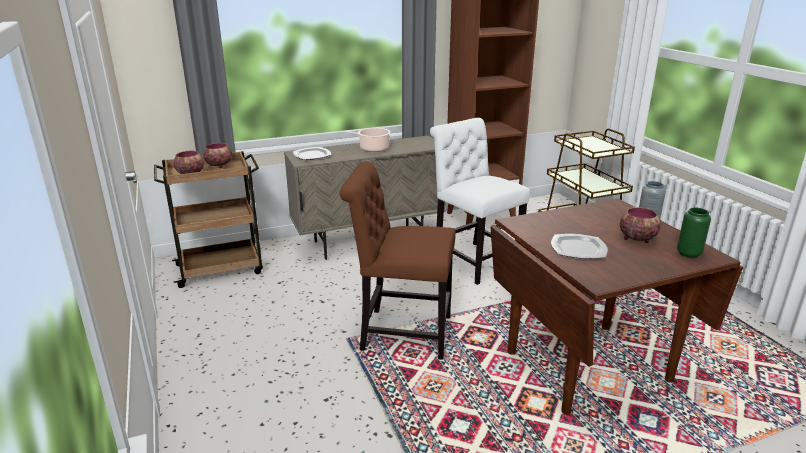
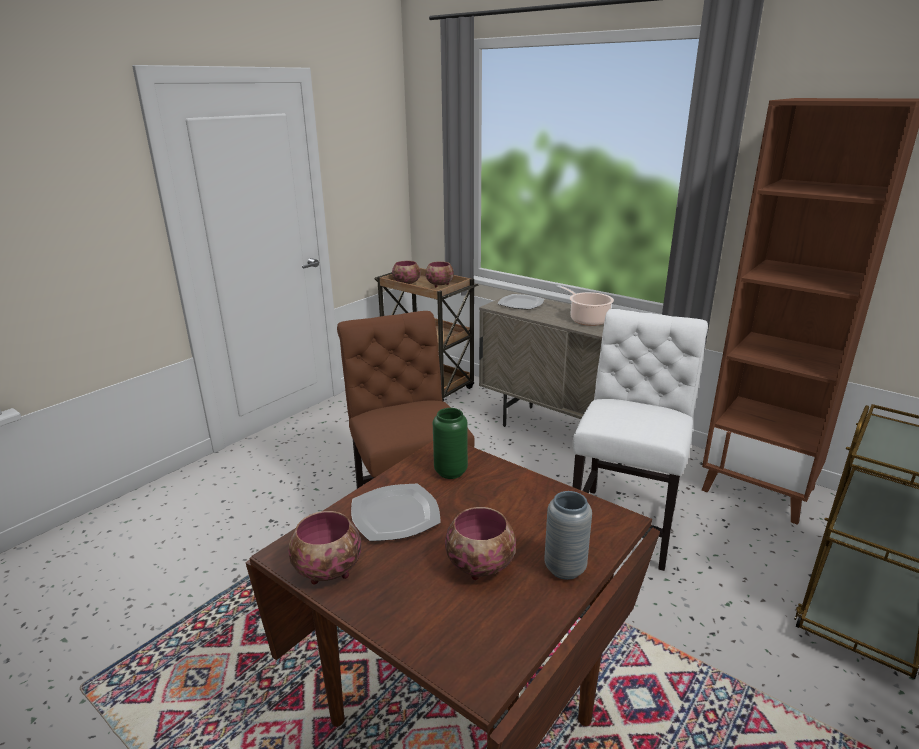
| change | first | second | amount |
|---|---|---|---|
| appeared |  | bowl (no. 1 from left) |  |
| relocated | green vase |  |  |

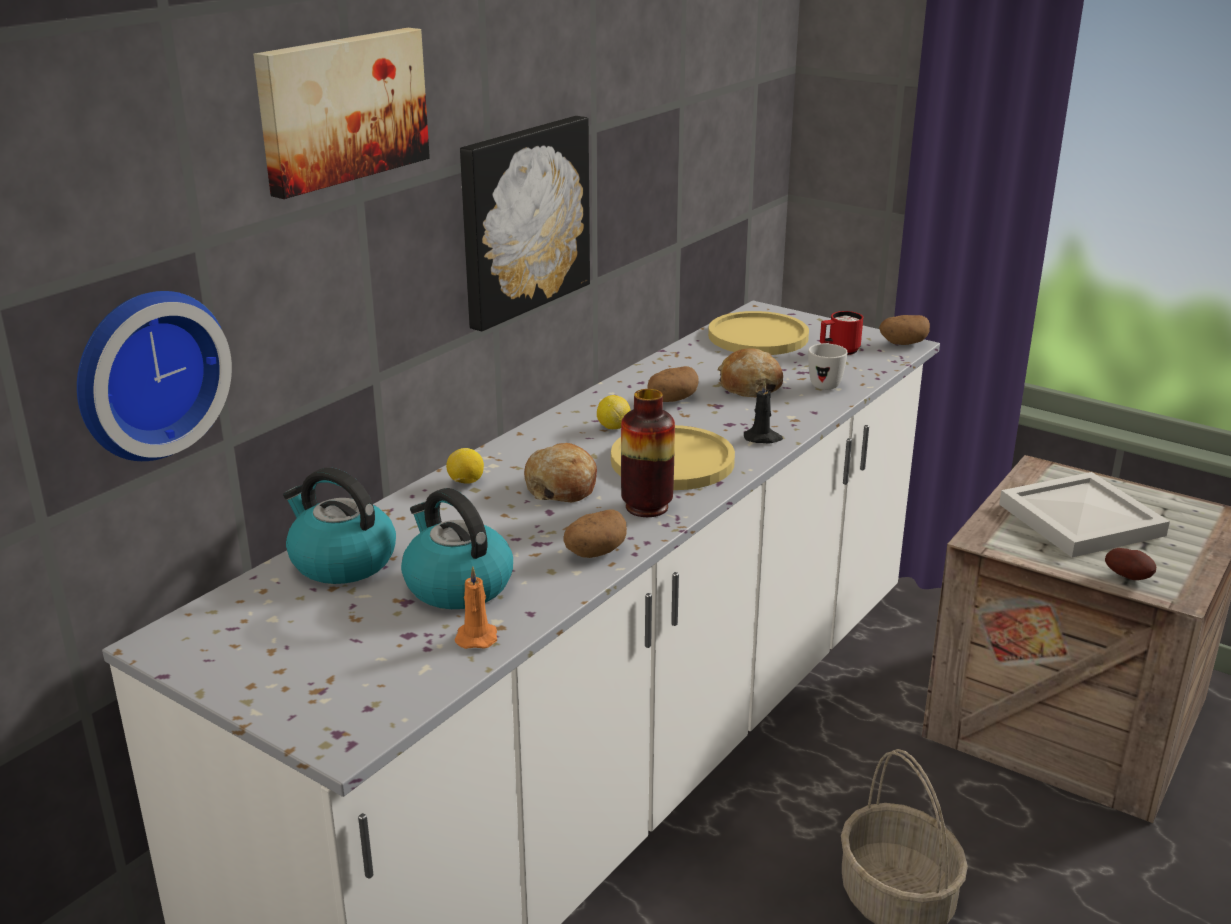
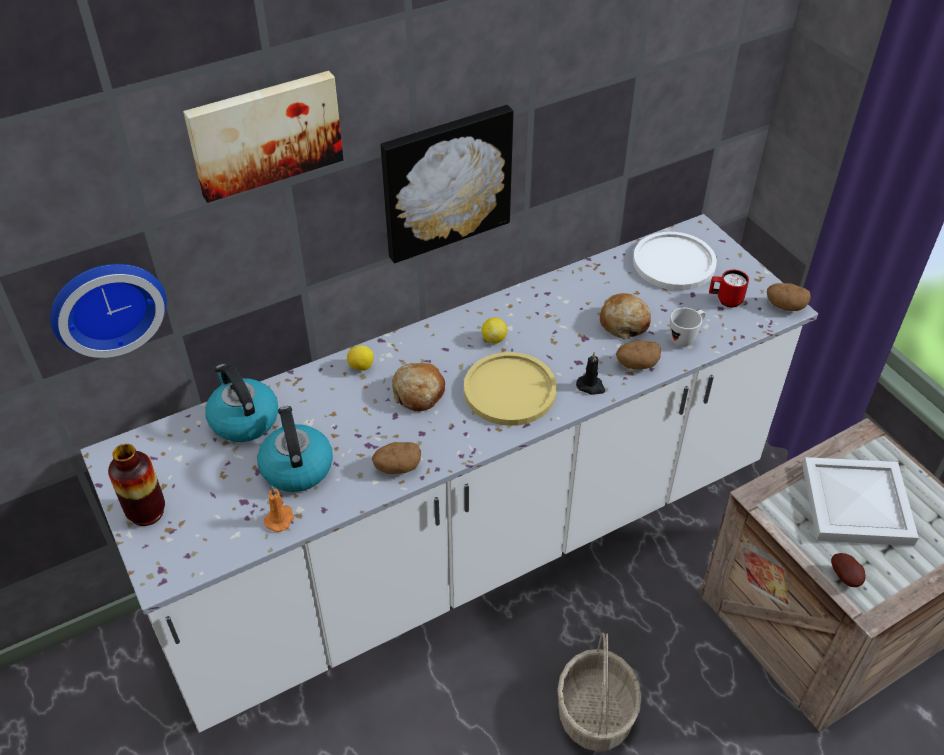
| change | first | second | amount |
|---|---|---|---|
| relocated | vase |  |  |
| relocated | potato (no. 2 from left) |  |  |
| colour | yellow plate (no. 2 from left) | white plate |  |

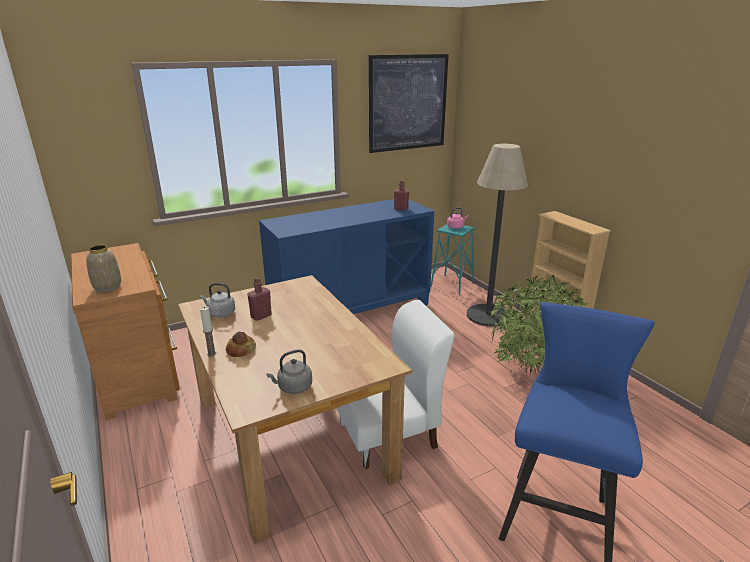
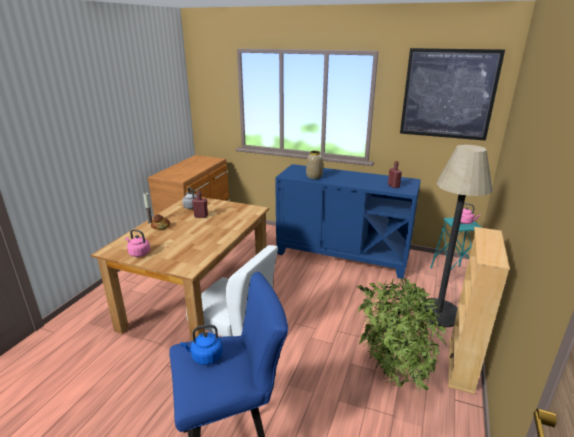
| change | first | second | amount |
|---|---|---|---|
| appeared |  | blue kettle |  |
| relocated | vase |  |  |
| colour | grey kettle (no. 2 from left) | pink kettle (no. 1 from left) |  |

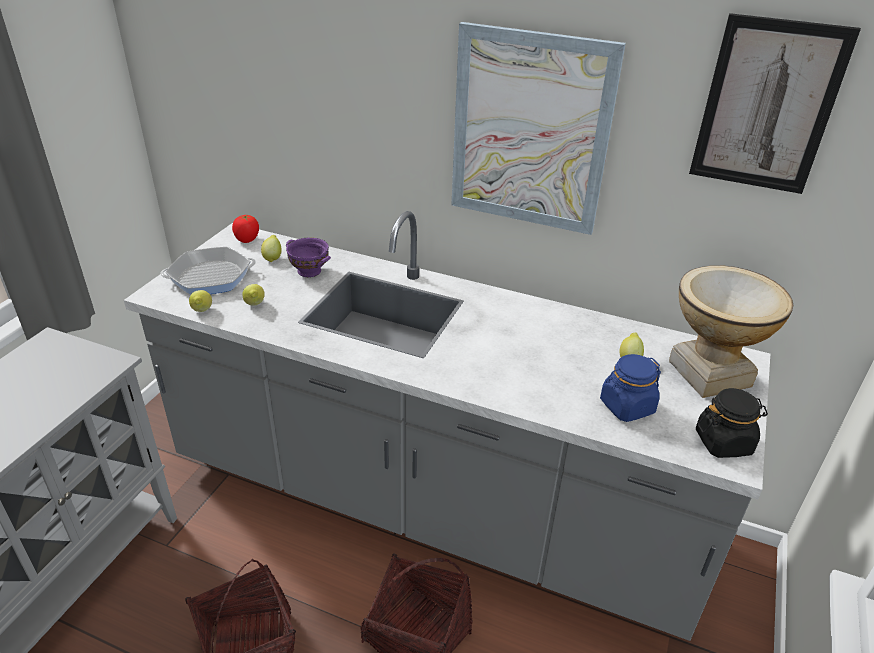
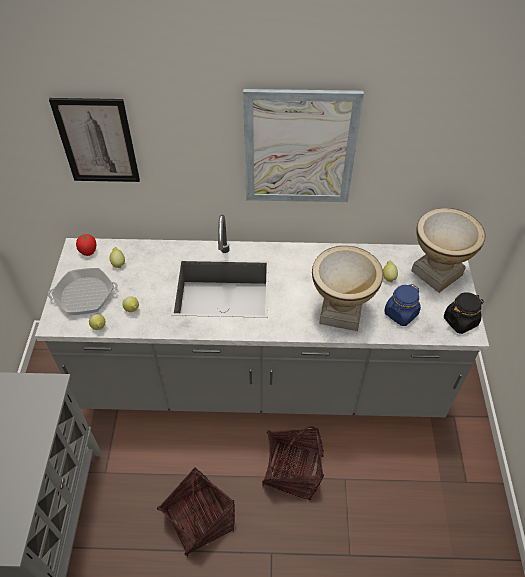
| change | first | second | amount |
|---|---|---|---|
| missing | purple bowl |  |  |
| appeared |  | vase (no. 1 from left) |  |
| relocated | picture (no. 2 from left in the first image) | picture (no. 1 from left) |  |
| spun | frying pan |  | 150 degrees counterclockwise |

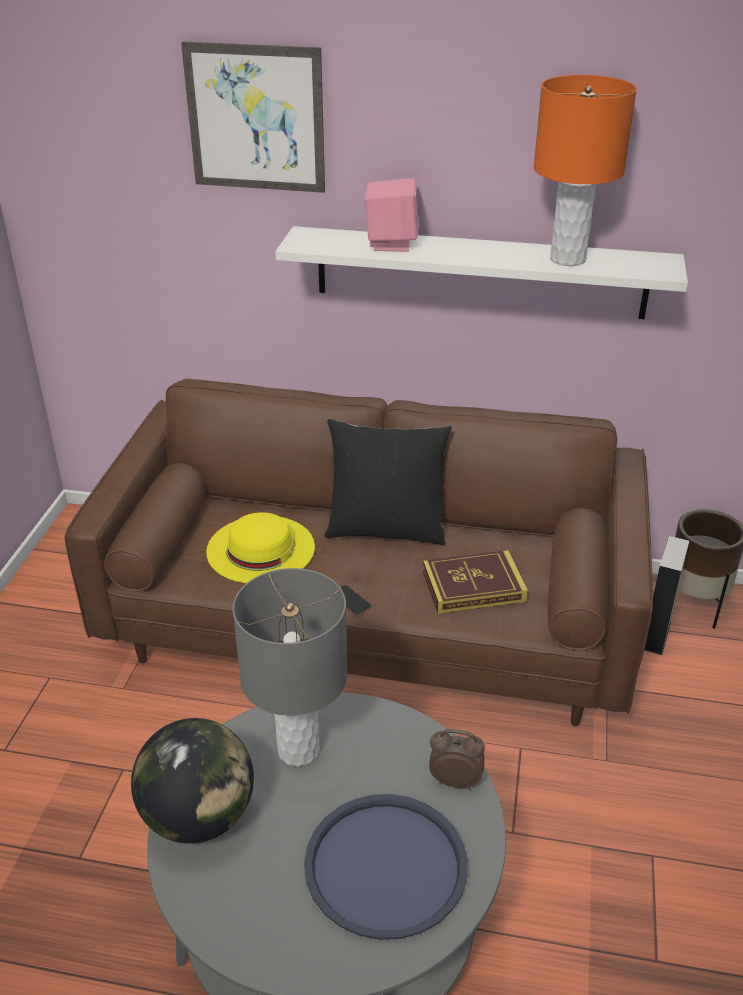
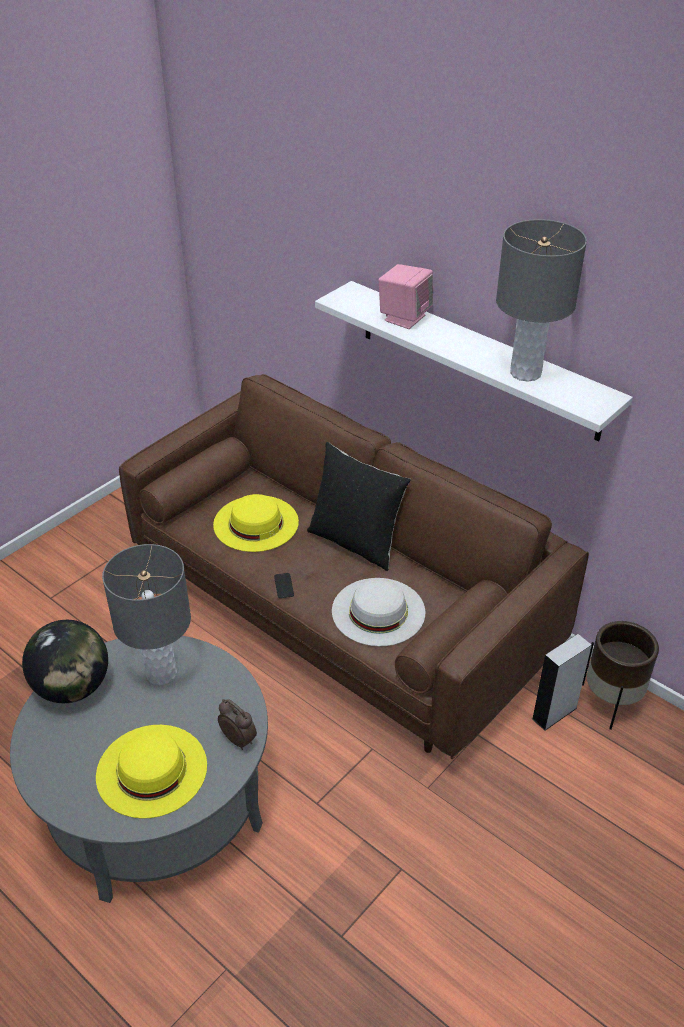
| change | first | second | amount |
|---|---|---|---|
| missing | picture |  |  |
| exchanged | blue tray | yellow hat (no. 1 from left) |  |
| exchanged | book | white hat |  |
| colour | orange table lamp | grey table lamp (no. 2 from left) |  |

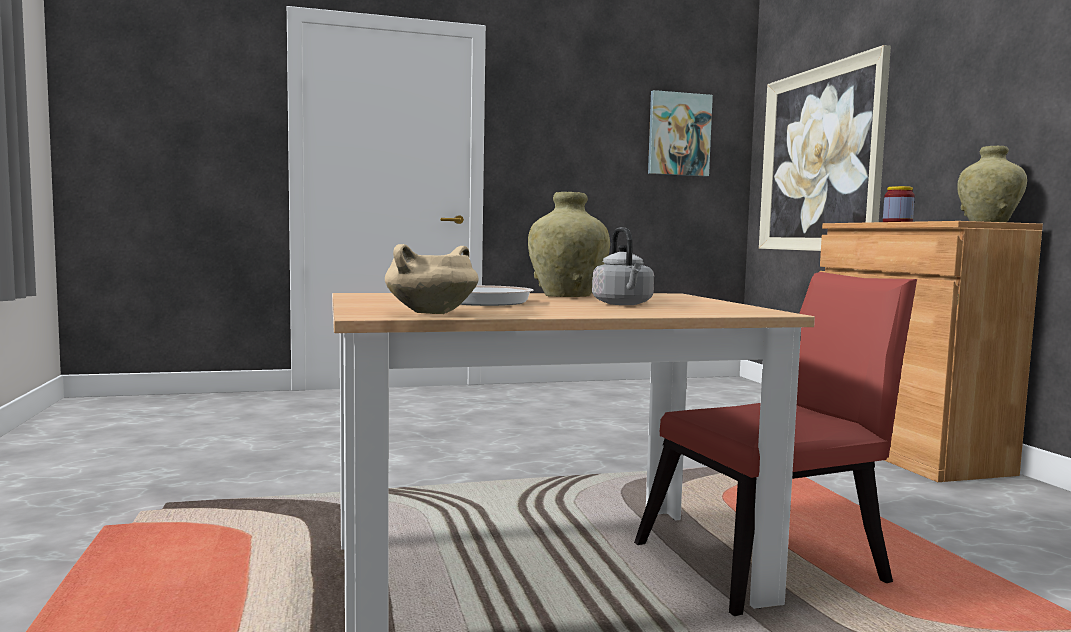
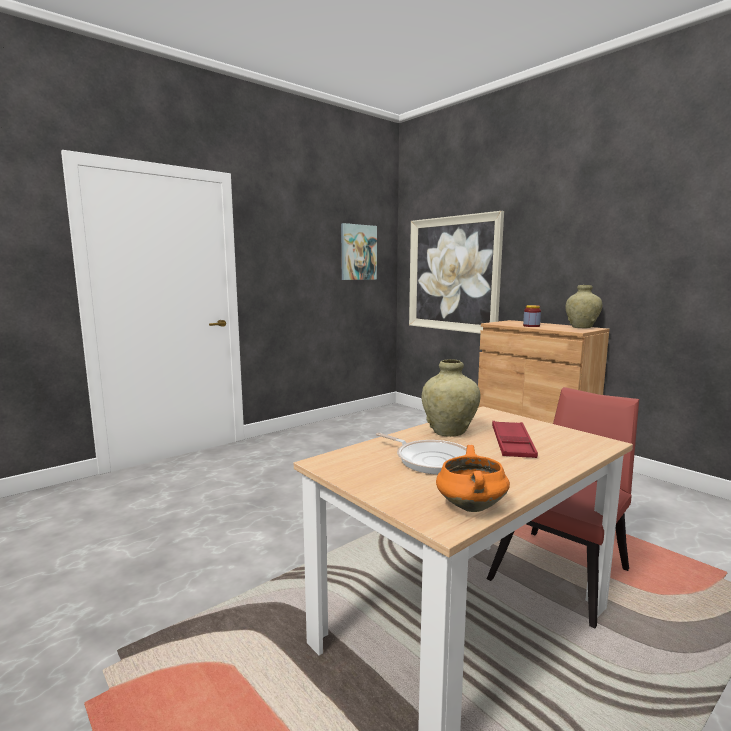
| change | first | second | amount |
|---|---|---|---|
| exchanged | grey kettle | red tray |  |
| colour | beige cooking pot | orange cooking pot |  |

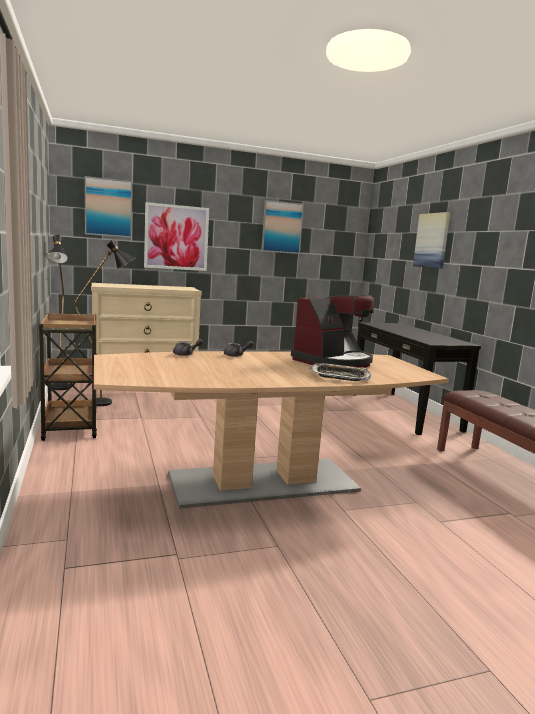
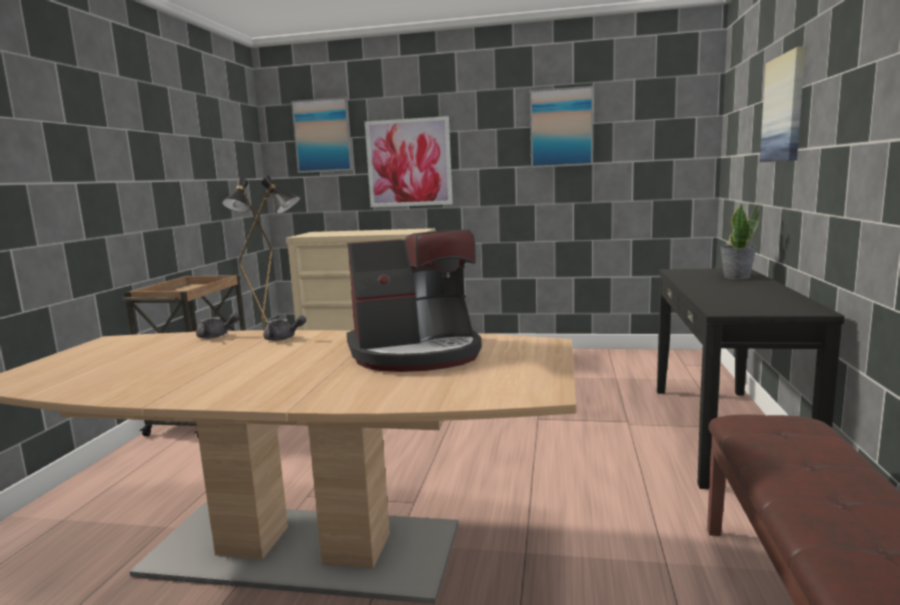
| change | first | second | amount |
|---|---|---|---|
| missing | tray |  |  |
| appeared |  | potted plant |  |

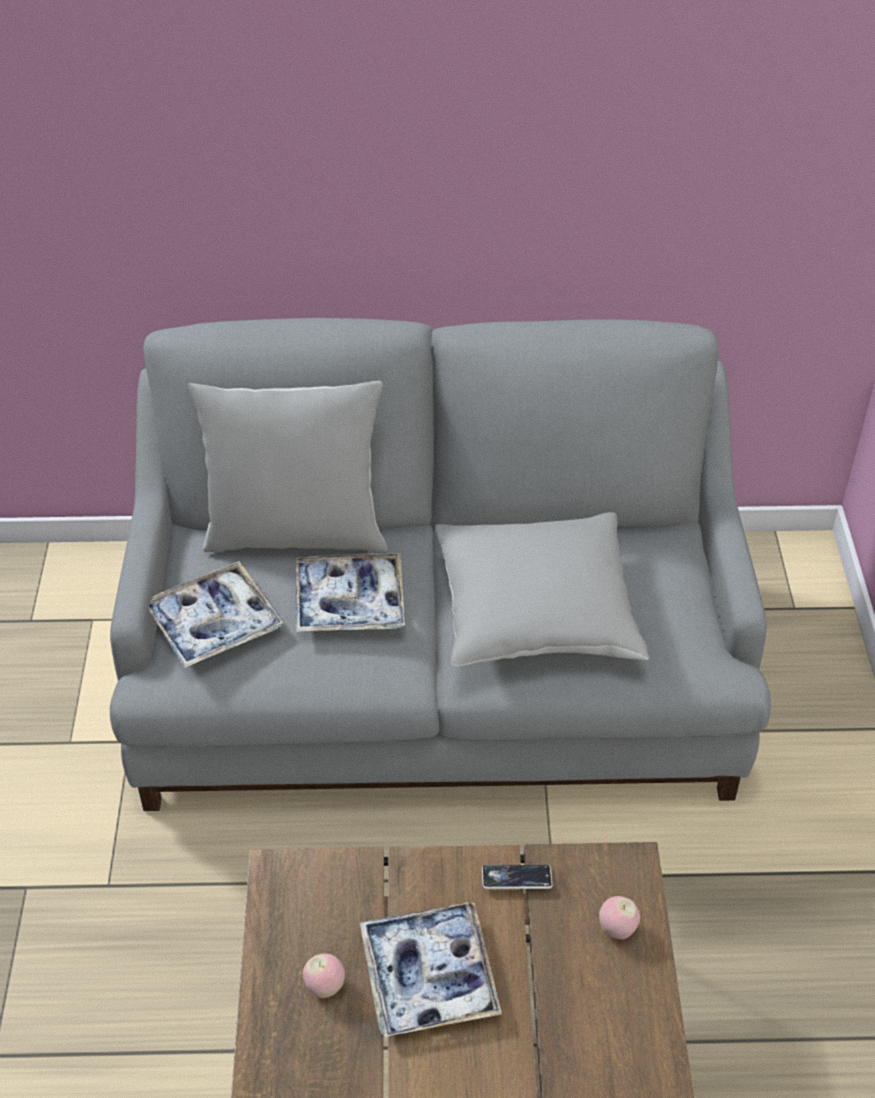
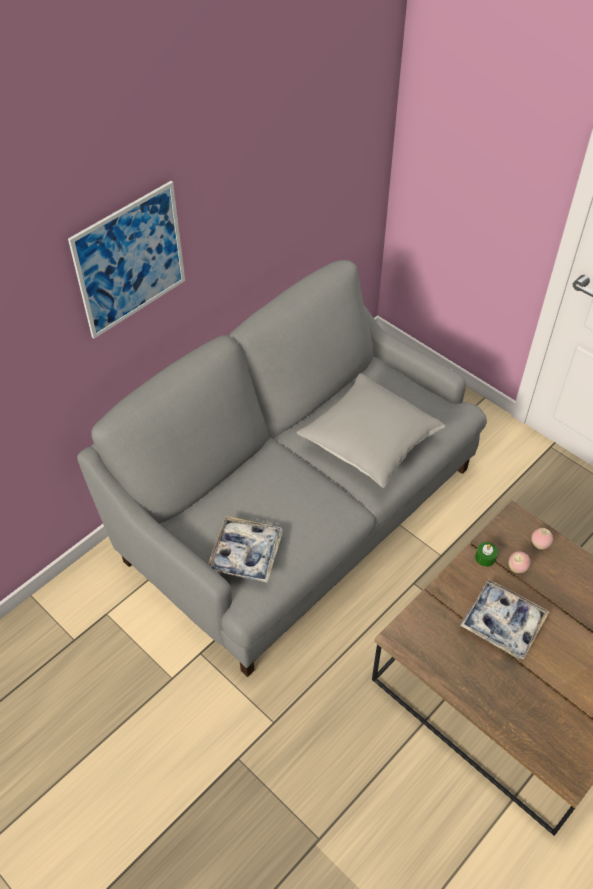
| change | first | second | amount |
|---|---|---|---|
| missing | grey pillow (no. 1 from left) |  |  |
| missing | tray (no. 2 from left) |  |  |
| appeared |  | picture |  |
| relocated | apple (no. 1 from left) |  |  |
| exchanged | phone | green candle |  |

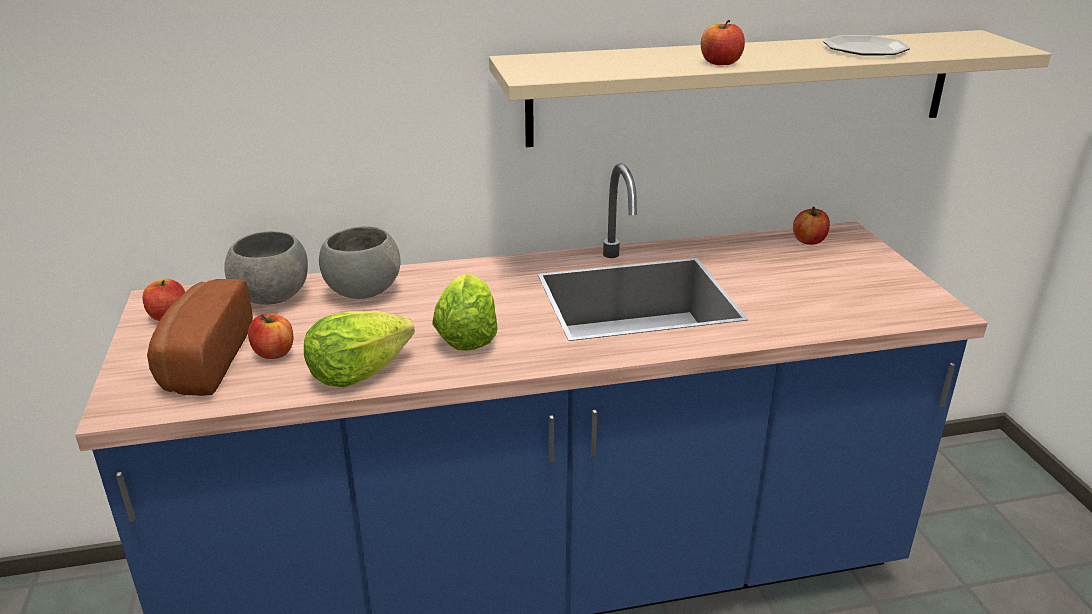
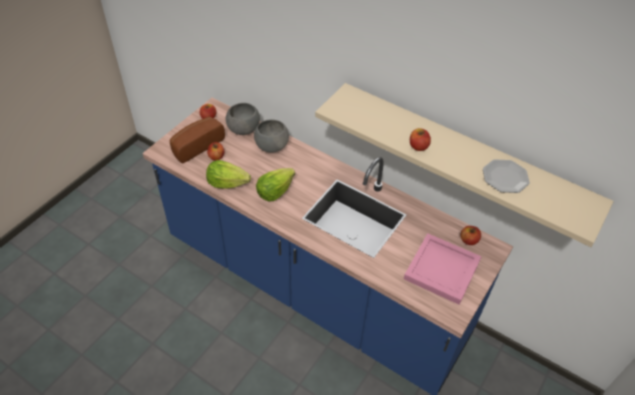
| change | first | second | amount |
|---|---|---|---|
| appeared |  | pink tray |  |

